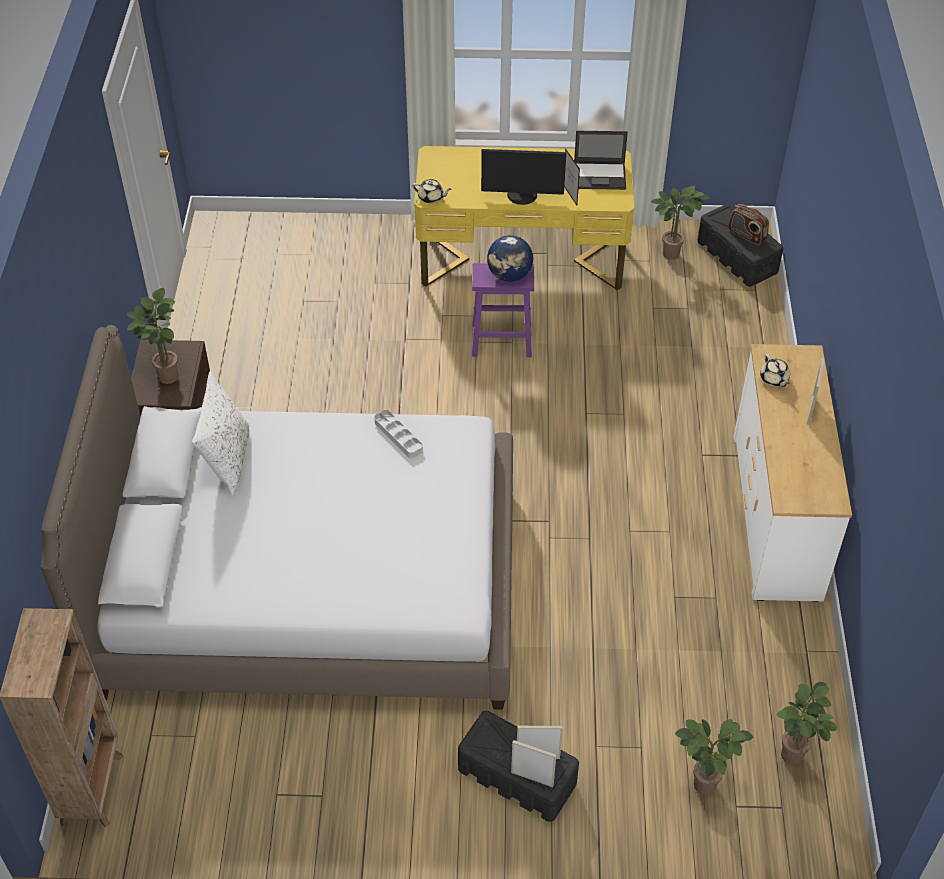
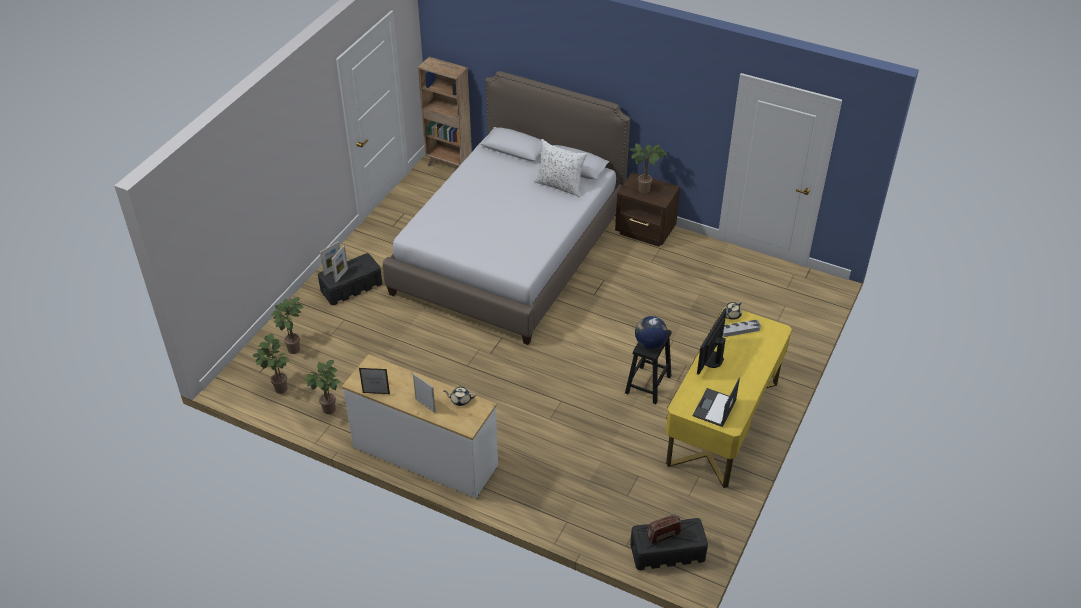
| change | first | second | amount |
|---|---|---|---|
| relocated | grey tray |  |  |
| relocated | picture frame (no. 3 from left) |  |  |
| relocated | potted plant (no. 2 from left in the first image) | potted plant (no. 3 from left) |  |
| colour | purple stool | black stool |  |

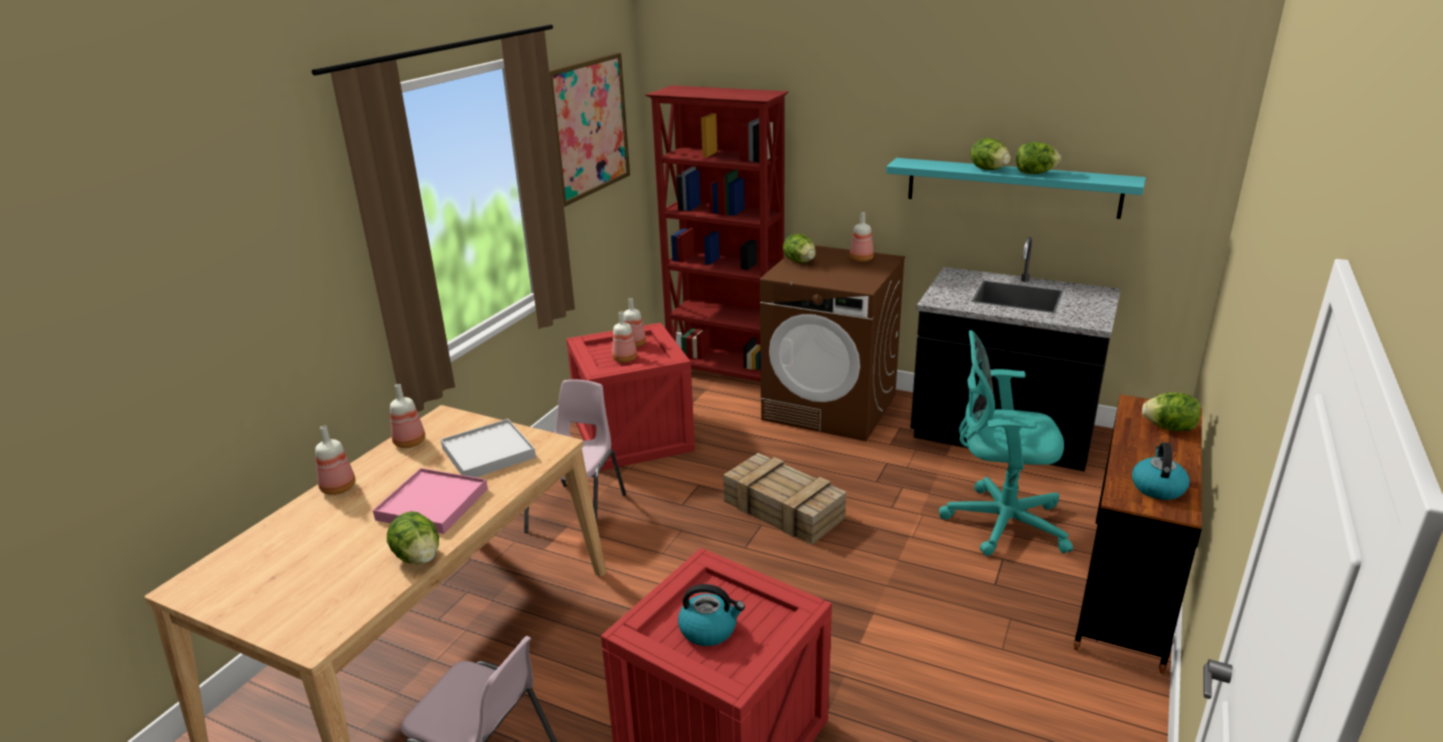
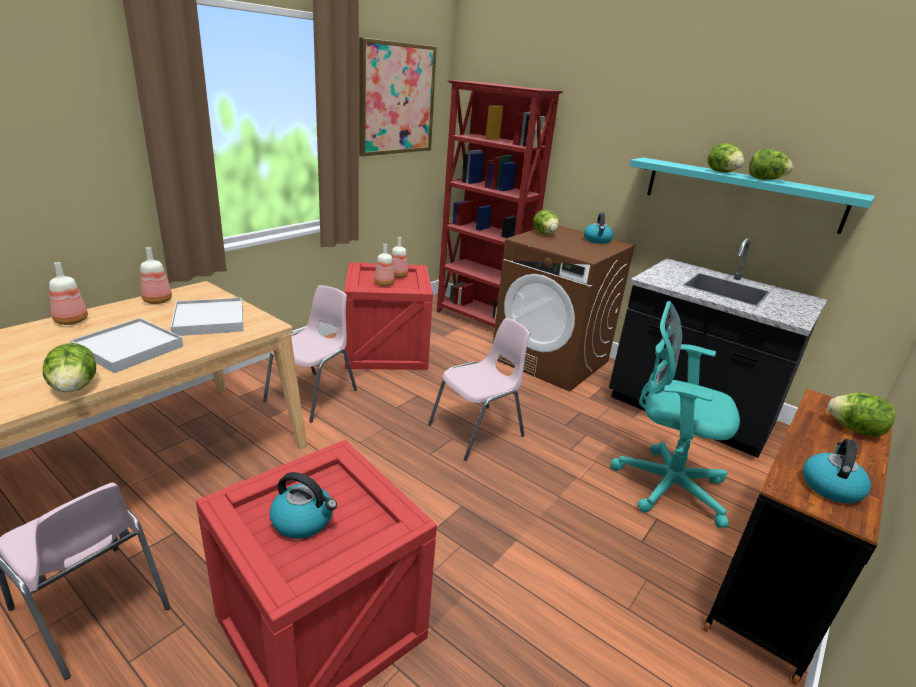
| change | first | second | amount |
|---|---|---|---|
| exchanged | crate (no. 3 from left) | pink chair (no. 3 from left) |  |
| exchanged | bottle (no. 5 from left) | kettle (no. 2 from left) |  |
| colour | pink tray | white tray (no. 1 from left) |  |

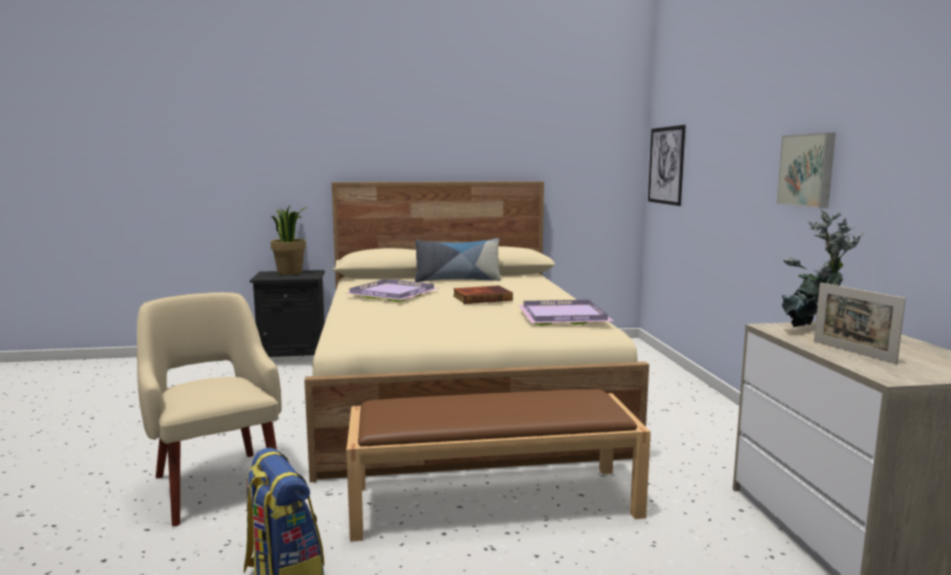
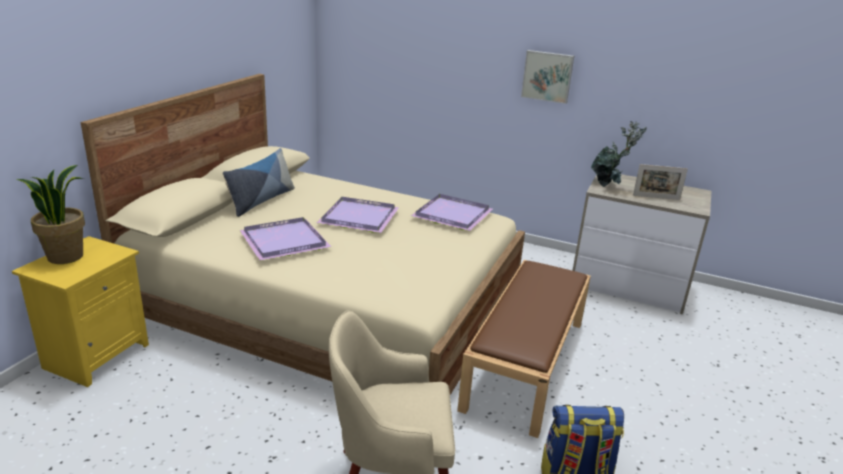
| change | first | second | amount |
|---|---|---|---|
| missing | picture (no. 1 from left) |  |  |
| exchanged | book | purple tray (no. 2 from left) |  |
| colour | black nightstand | yellow nightstand |  |

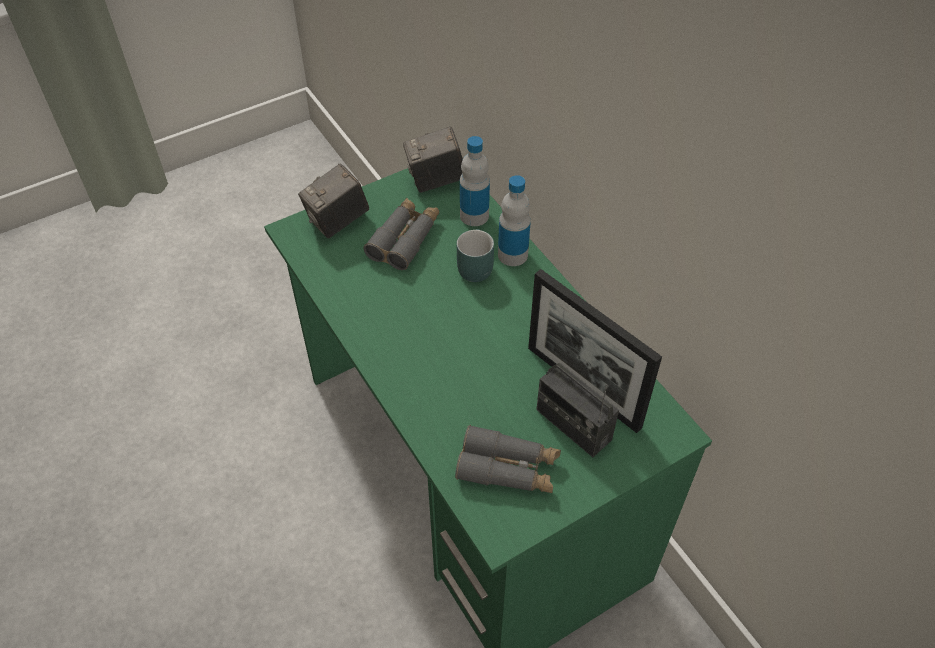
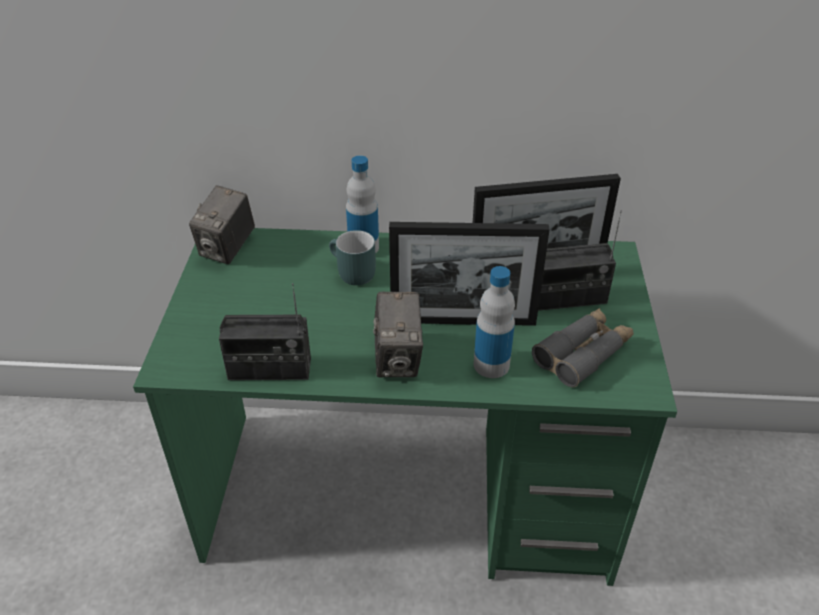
| change | first | second | amount |
|---|---|---|---|
| missing | grey binoculars (no. 1 from left) |  |  |
| appeared |  | radio (no. 1 from left) |  |
| appeared |  | picture frame (no. 1 from left) |  |
| relocated | photo camera (no. 1 from left in the first image) | photo camera (no. 2 from left) |  |
| relocated | bottle (no. 1 from left in the first image) | bottle (no. 2 from left) |  |

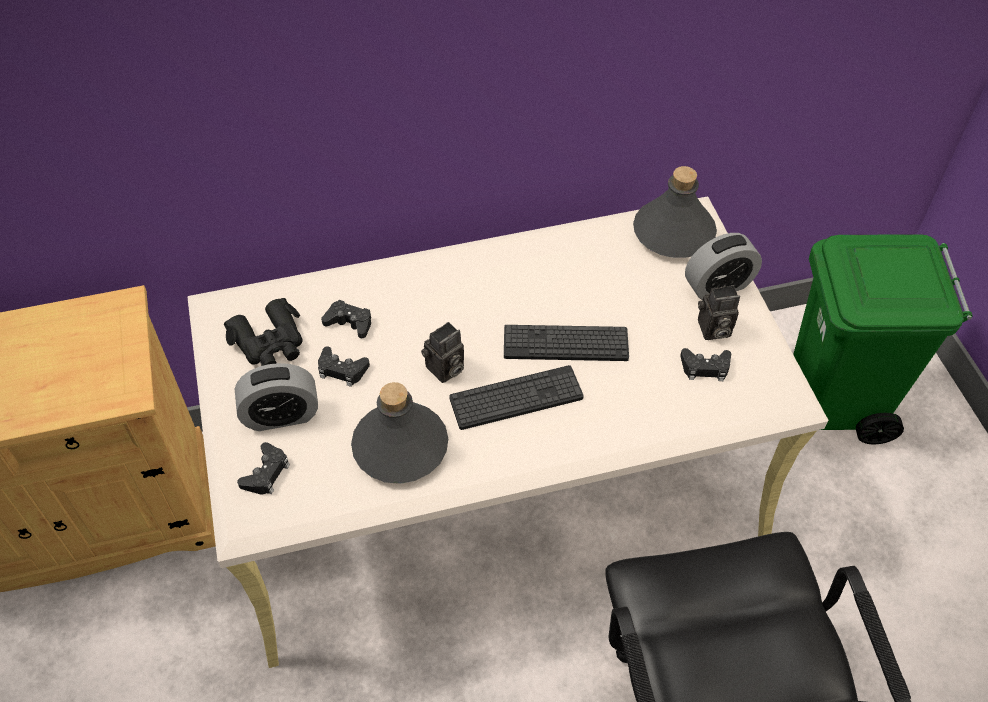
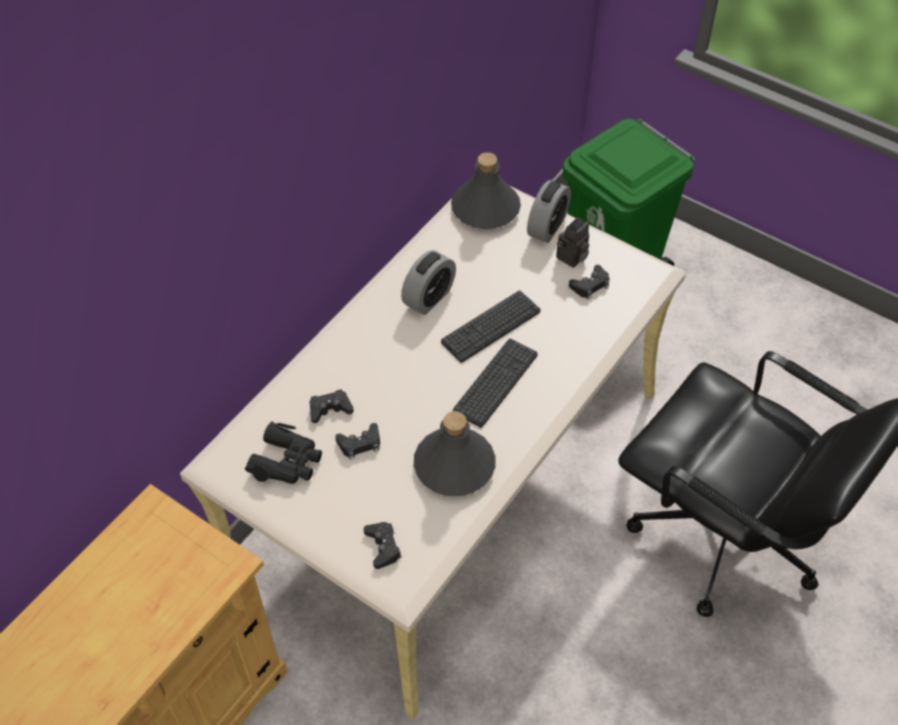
| change | first | second | amount |
|---|---|---|---|
| missing | photo camera (no. 1 from left) |  |  |
| relocated | alarm clock (no. 1 from left) |  |  |

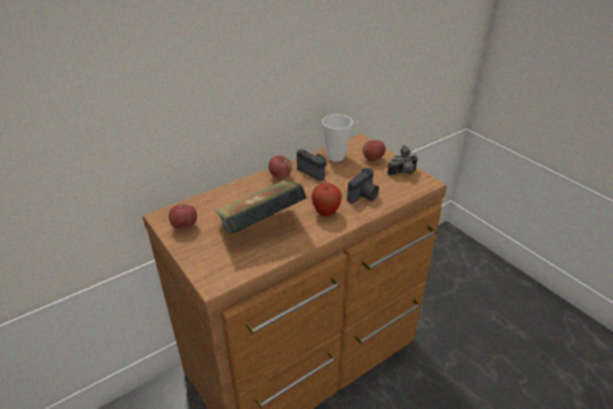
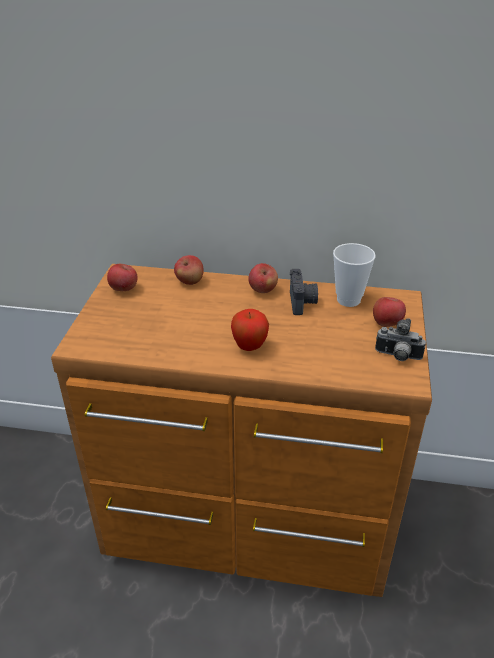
| change | first | second | amount |
|---|---|---|---|
| missing | book |  |  |
| missing | photo camera (no. 2 from left) |  |  |
| appeared |  | apple (no. 2 from left) |  |

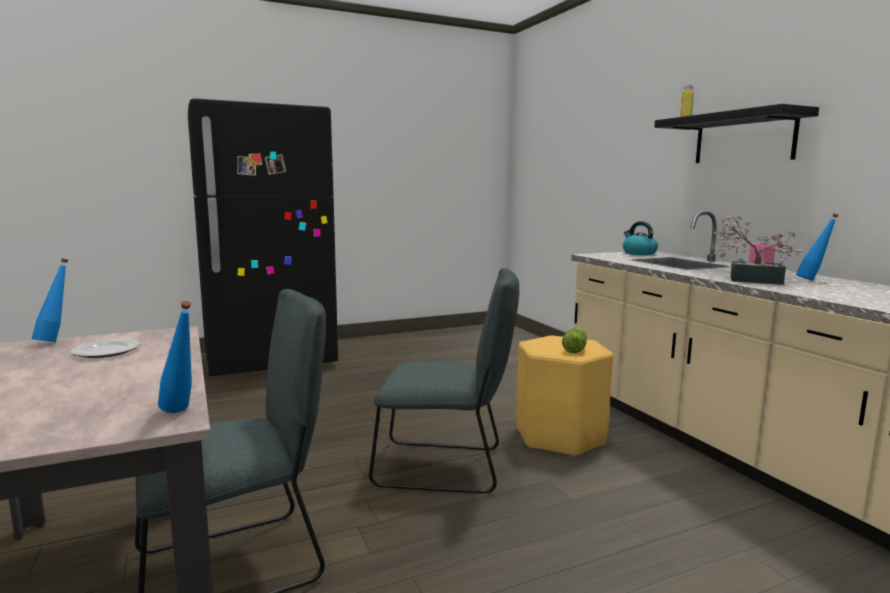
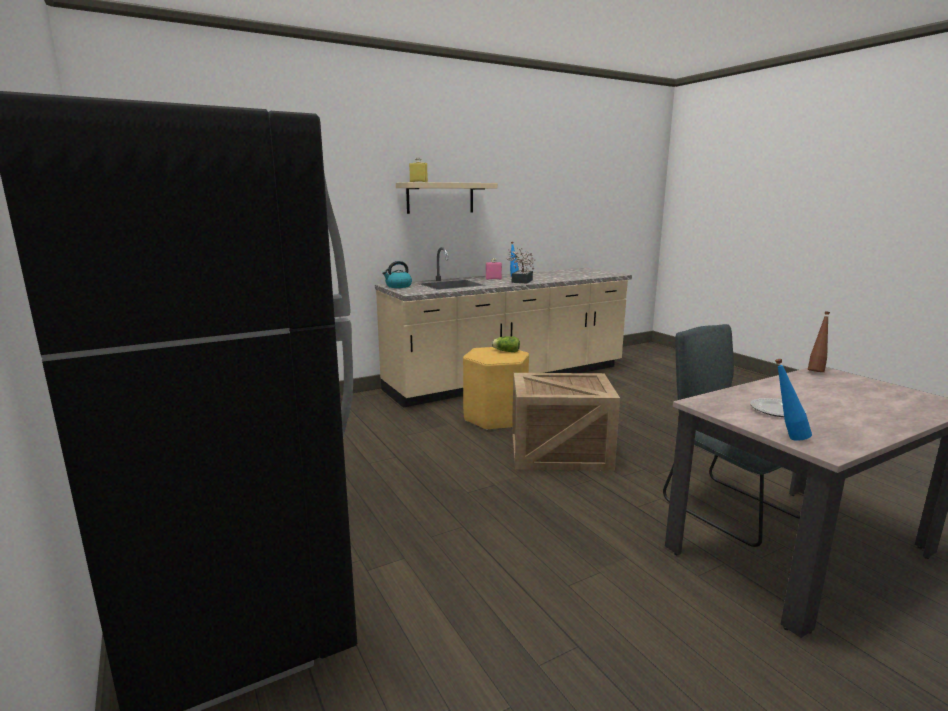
| change | first | second | amount |
|---|---|---|---|
| exchanged | grey chair (no. 2 from left) | crate |  |
| colour | blue bottle (no. 2 from left) | brown bottle |  |
| colour | black shelf | beige shelf |  |

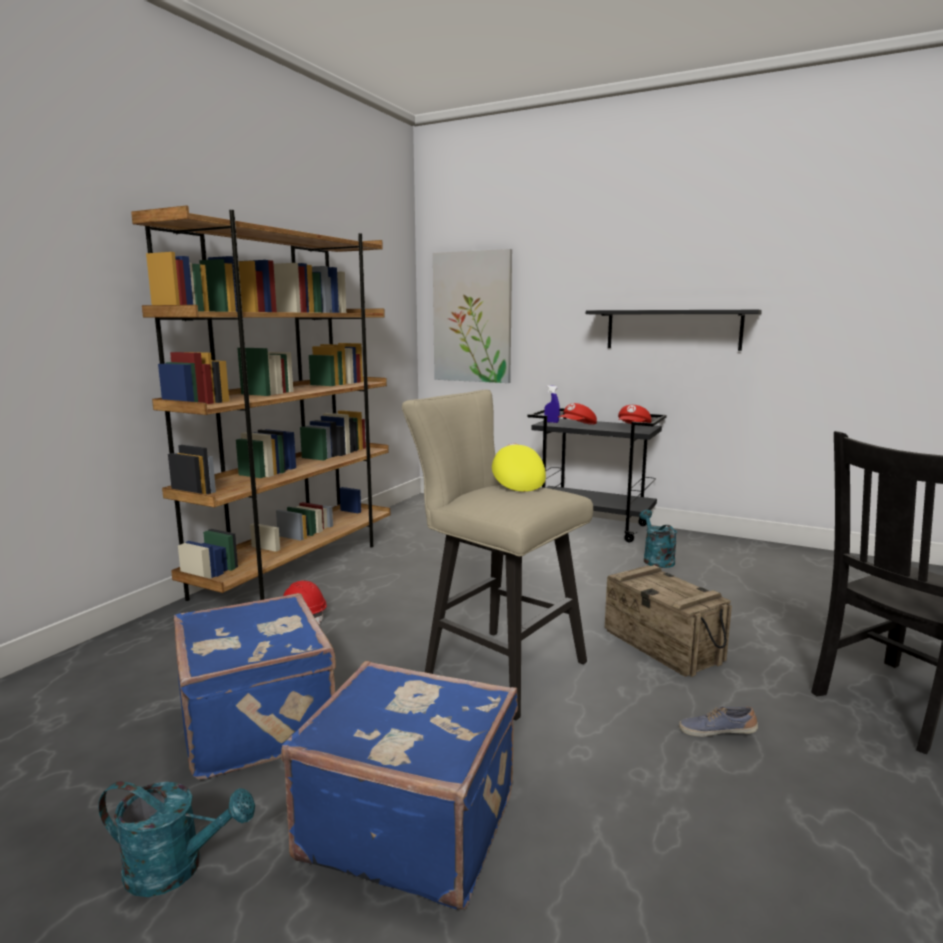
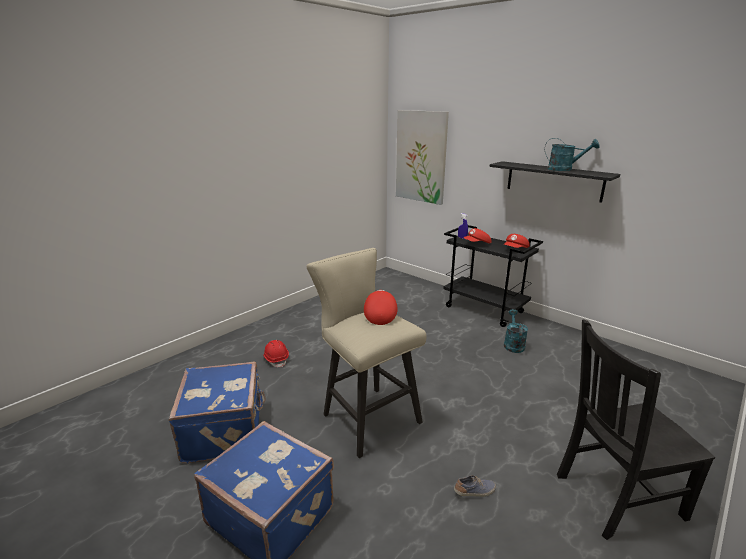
| change | first | second | amount |
|---|---|---|---|
| missing | brown bookcase |  |  |
| missing | crate |  |  |
| relocated | turquoise watering can (no. 1 from left in the first image) | turquoise watering can (no. 2 from left) |  |
| colour | yellow cap | red cap (no. 1 from left) |  |
| spun | shoe |  | 135 degrees clockwise |

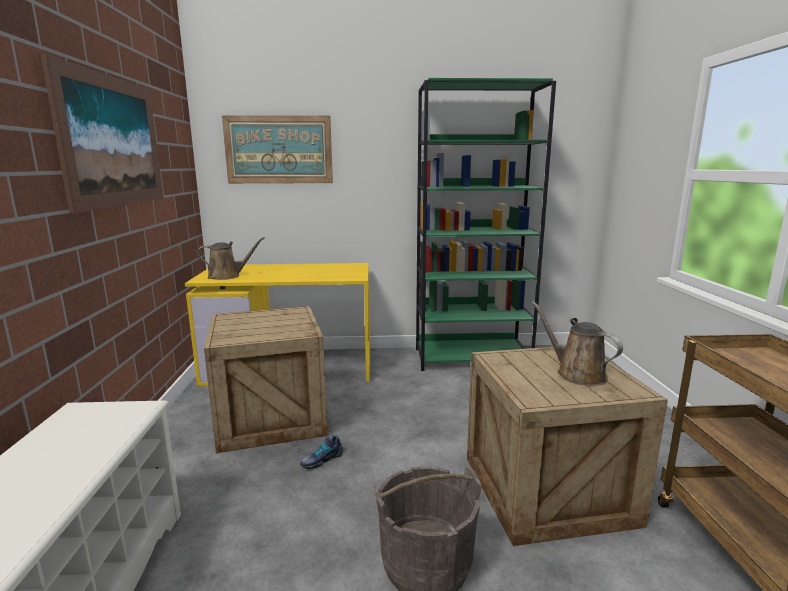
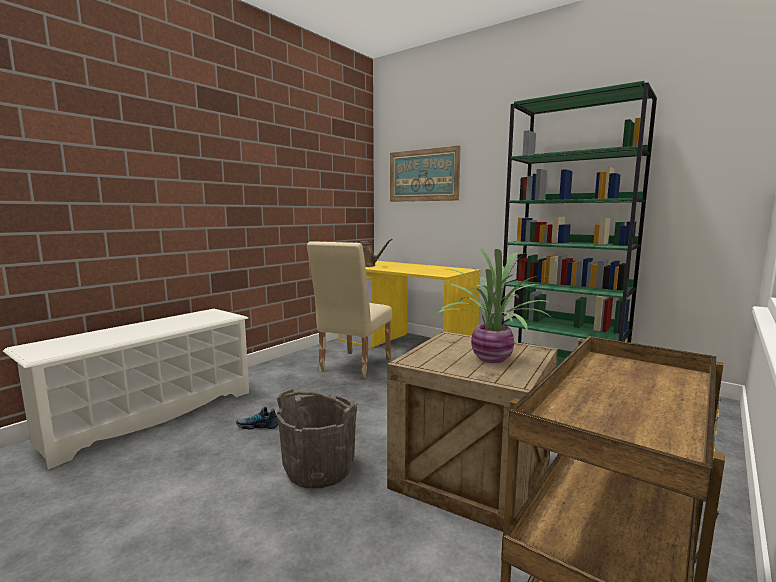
| change | first | second | amount |
|---|---|---|---|
| missing | picture (no. 1 from left) |  |  |
| relocated | shoe |  |  |
| exchanged | crate (no. 1 from left) | beige chair |  |
| exchanged | brown watering can (no. 2 from left) | potted plant |  |

